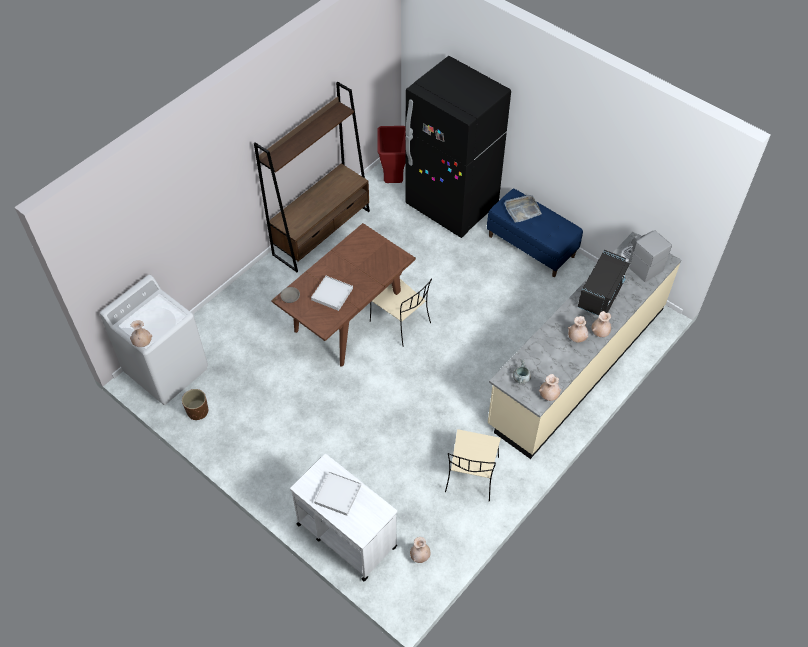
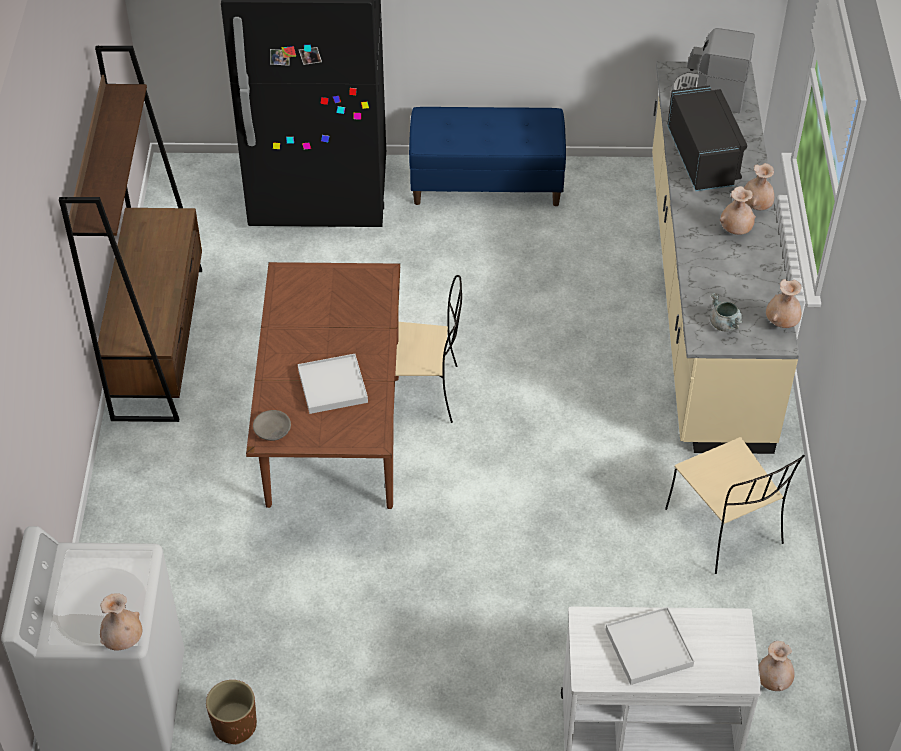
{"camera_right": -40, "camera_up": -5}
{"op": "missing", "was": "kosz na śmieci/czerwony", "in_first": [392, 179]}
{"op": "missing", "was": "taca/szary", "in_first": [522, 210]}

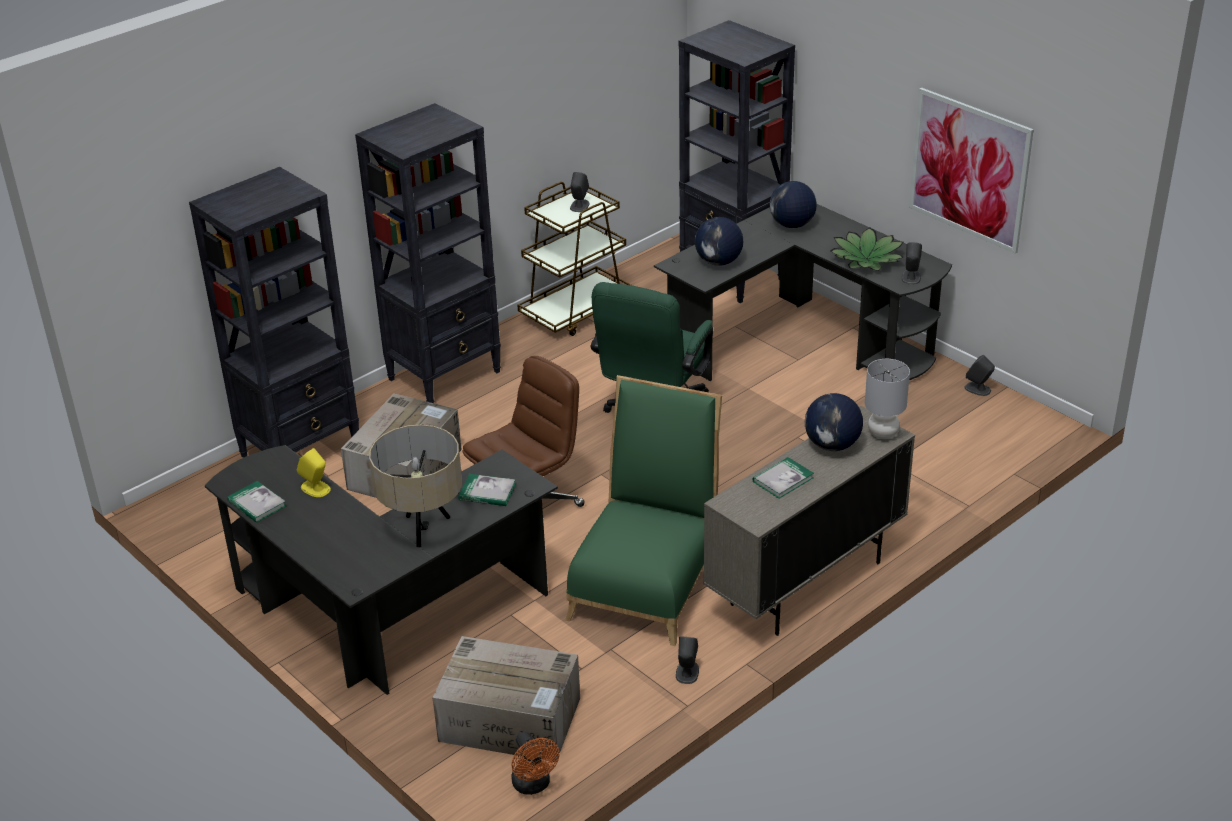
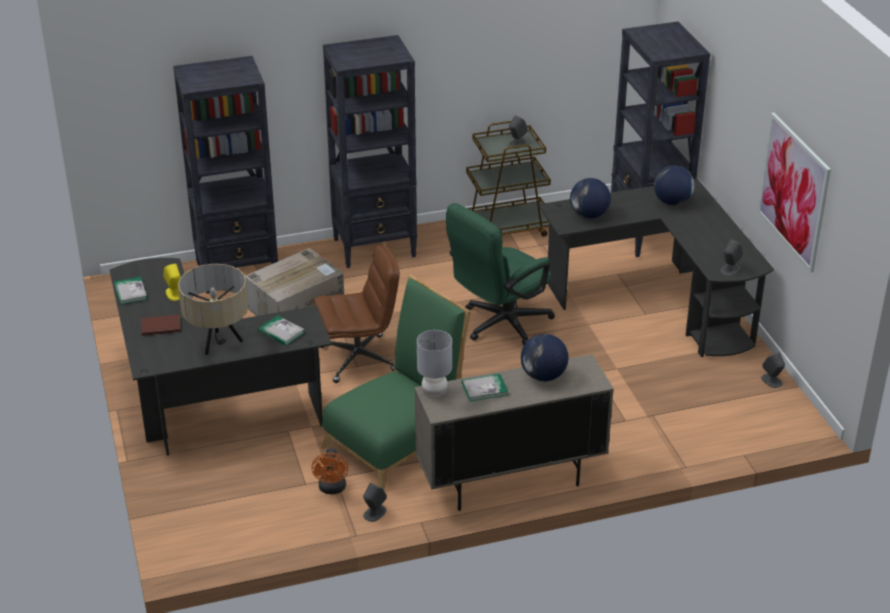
{"camera_right": 25, "camera_up": 0}
{"op": "appeared", "now": "książka/brązowy", "in_second": [160, 326]}
{"op": "relocated", "was": "wentylator/pomarańczowy", "in_first": [534, 785], "in_second": [332, 489]}
{"op": "relocated", "was": "lampa stołowa/szary", "in_first": [883, 434], "in_second": [435, 392]}
{"op": "missing", "was": "karton", "in_first": [512, 719]}
{"op": "missing", "was": "roślina doniczkowa", "in_first": [867, 259]}

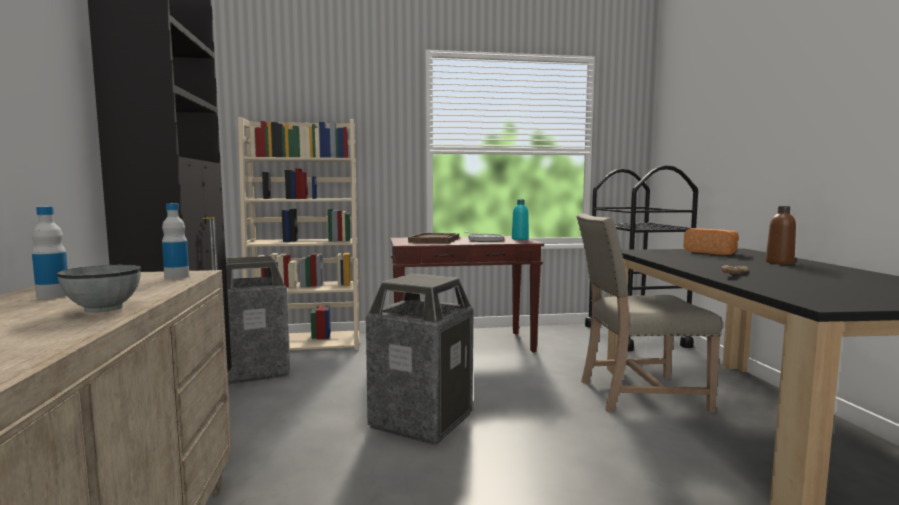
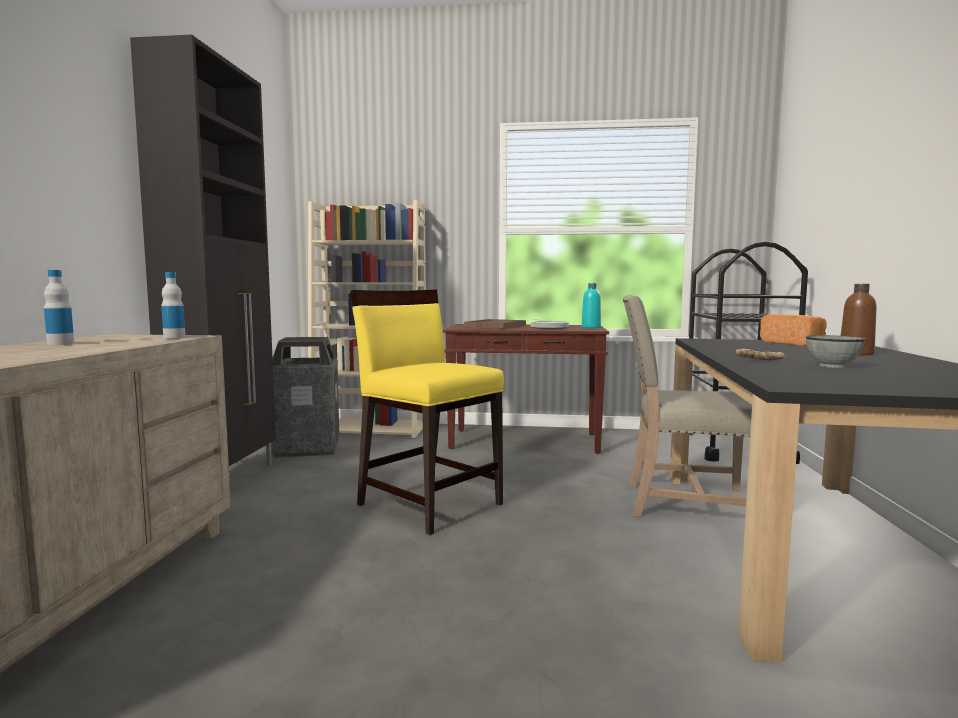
{"camera_right": 15, "camera_up": 0}
{"op": "exchanged", "was": "kosz na śmieci", "now": "krzesło/żółty", "in_first": [421, 420], "in_second": [429, 503]}
{"op": "relocated", "was": "miska/szary", "in_first": [103, 309], "in_second": [833, 366]}

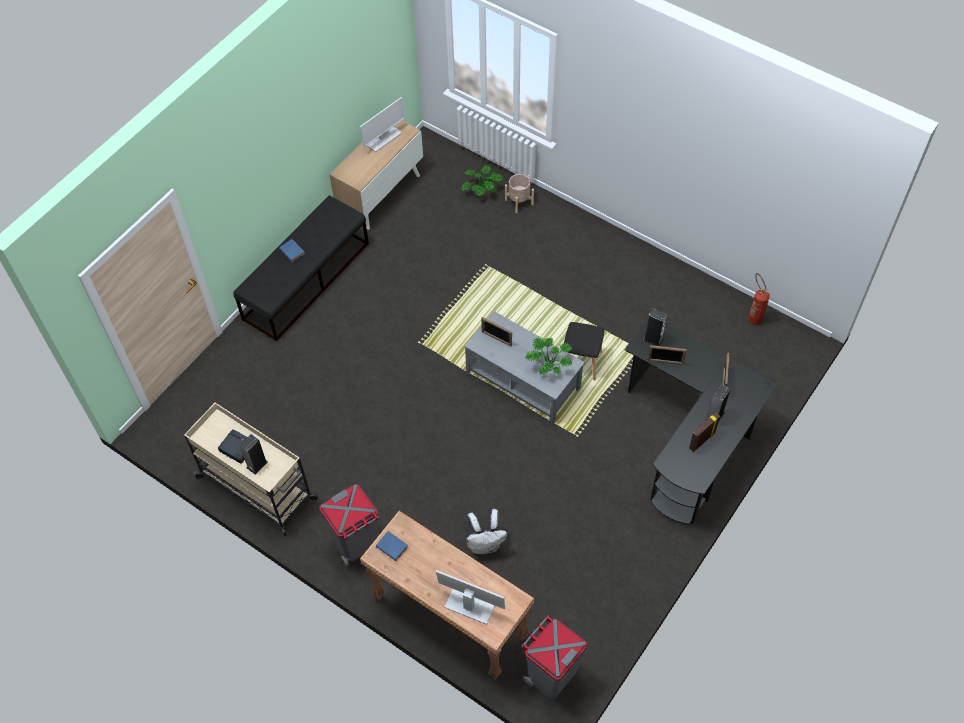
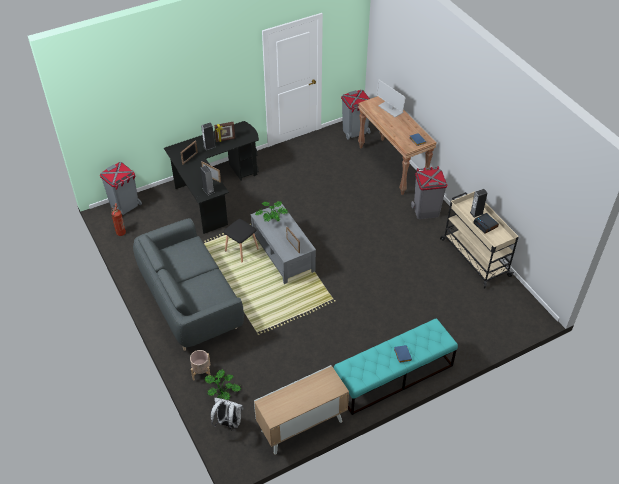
{"camera_right": -155, "camera_up": -10}
{"op": "appeared", "now": "kosz na śmieci/szary", "in_second": [125, 207]}
{"op": "appeared", "now": "kanapa/szary", "in_second": [190, 301]}
{"op": "relocated", "was": "plecak/biały", "in_first": [485, 544], "in_second": [228, 423]}
{"op": "colour", "was": "ławka/czarny", "now": "ławka/turkusowy", "in_first": [306, 280], "in_second": [393, 376]}
{"op": "missing", "was": "monitor", "in_first": [382, 138]}

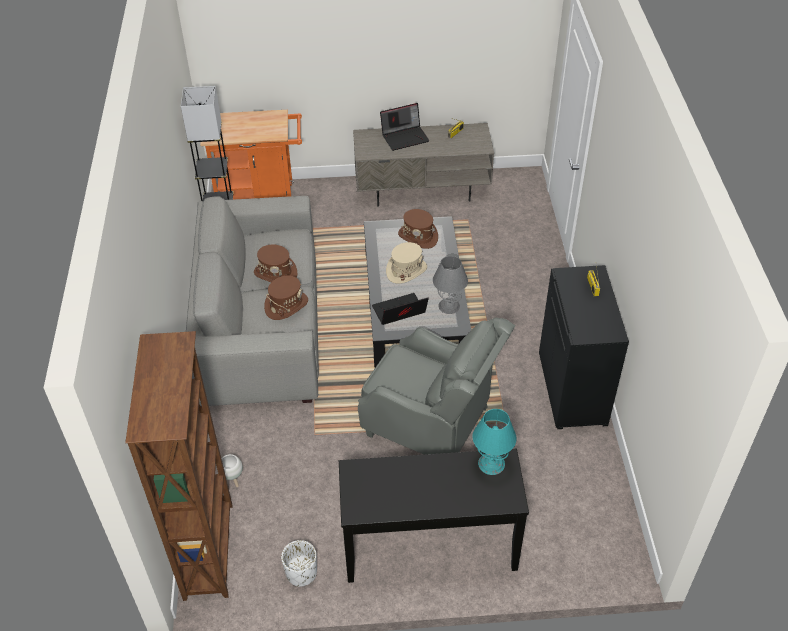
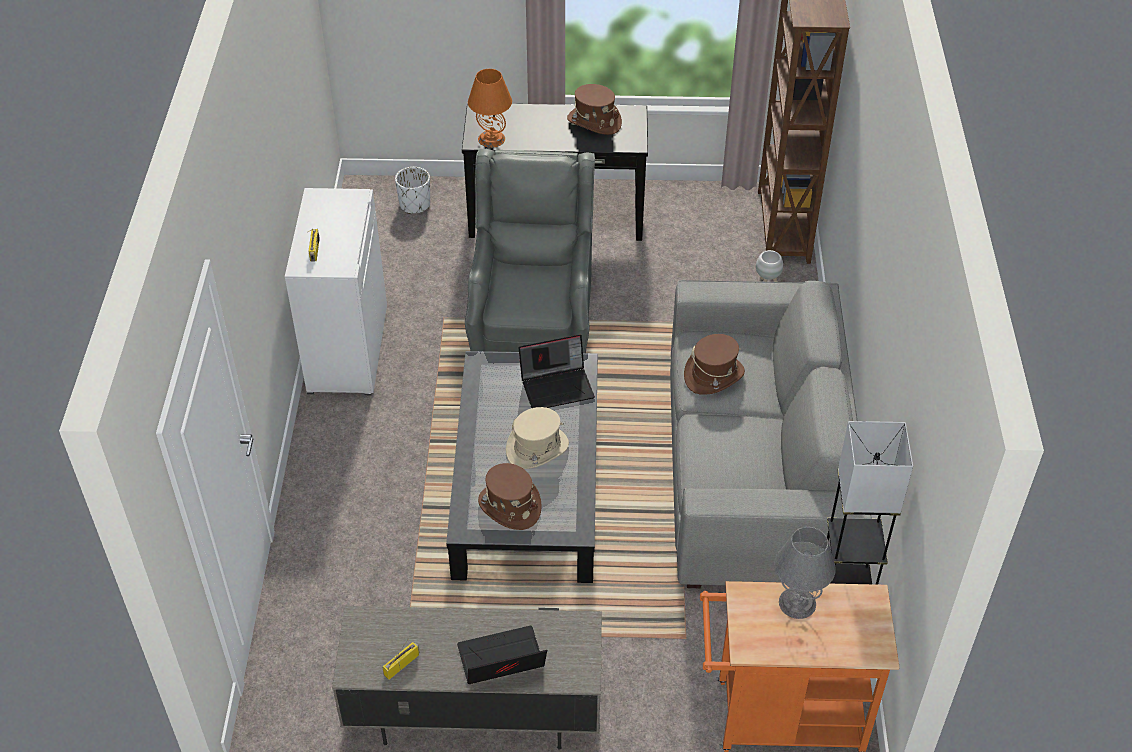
{"camera_right": -175, "camera_up": 0}
{"op": "colour", "was": "szafka/czarny", "now": "szafka/biały", "in_first": [573, 389], "in_second": [346, 348]}
{"op": "relocated", "was": "donica/biały", "in_first": [301, 573], "in_second": [415, 204]}
{"op": "spun", "was": "fotel/szary", "in_first": [431, 423], "in_second": [533, 324], "clockwise": 60}
{"op": "colour", "was": "lampa stołowa/turkusowy", "now": "lampa stołowa/pomarańczowy", "in_first": [491, 463], "in_second": [491, 139]}
{"op": "relocated", "was": "kapelusz/brązowy", "in_first": [275, 273], "in_second": [594, 122]}
{"op": "relocated", "was": "lampa stołowa/szary", "in_first": [449, 306], "in_second": [796, 603]}

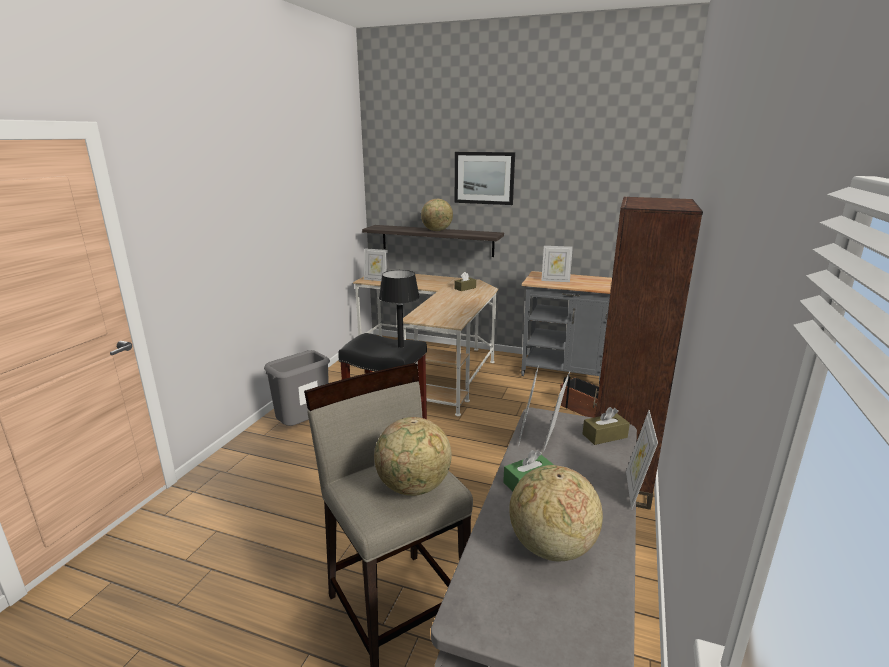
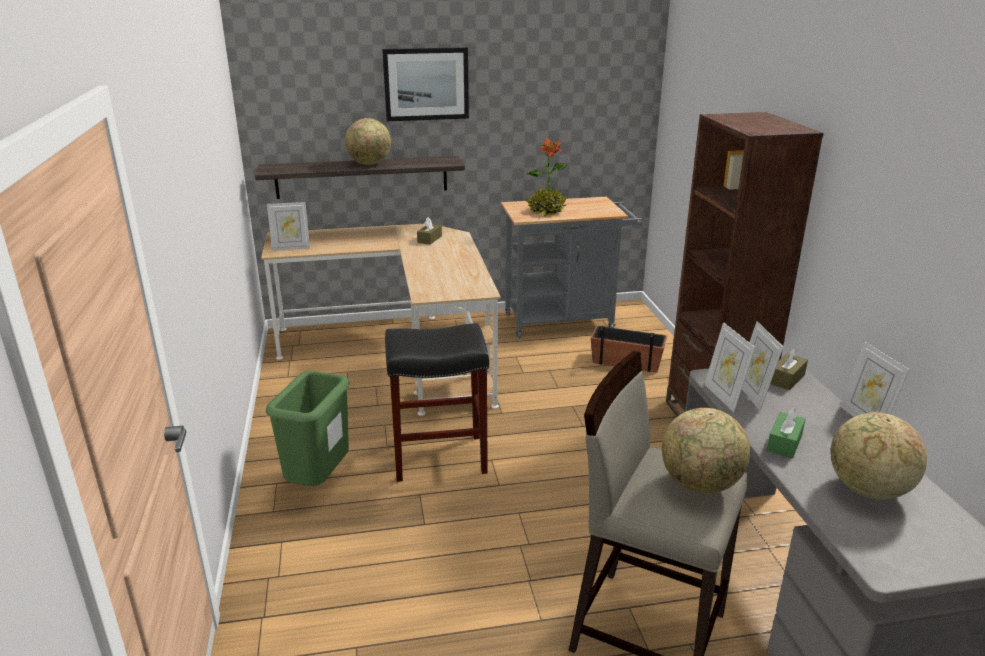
{"camera_right": -30, "camera_up": 5}
{"op": "colour", "was": "kosz na śmieci/szary", "now": "kosz na śmieci/zielony", "in_first": [304, 426], "in_second": [318, 481]}
{"op": "exchanged", "was": "ramka na zdjęcie", "now": "roślina doniczkowa", "in_first": [555, 280], "in_second": [546, 211]}
{"op": "missing", "was": "lampa stołowa/czarny", "in_first": [400, 346]}

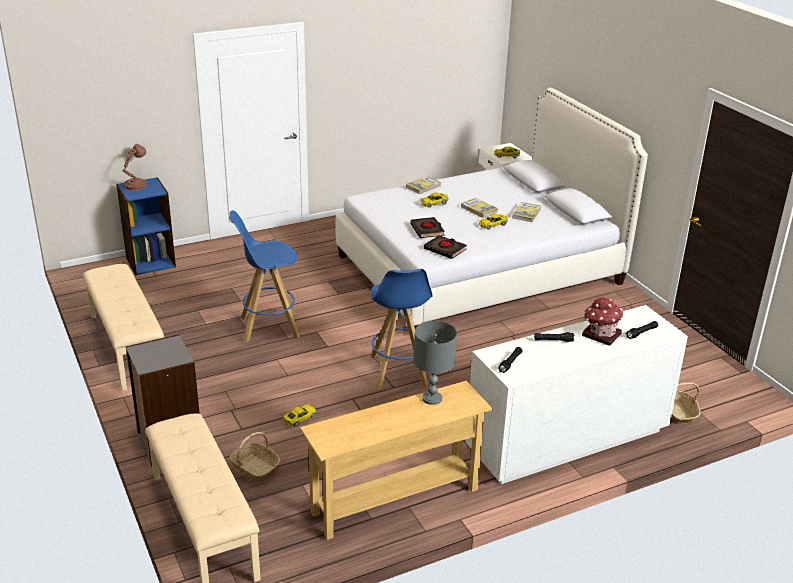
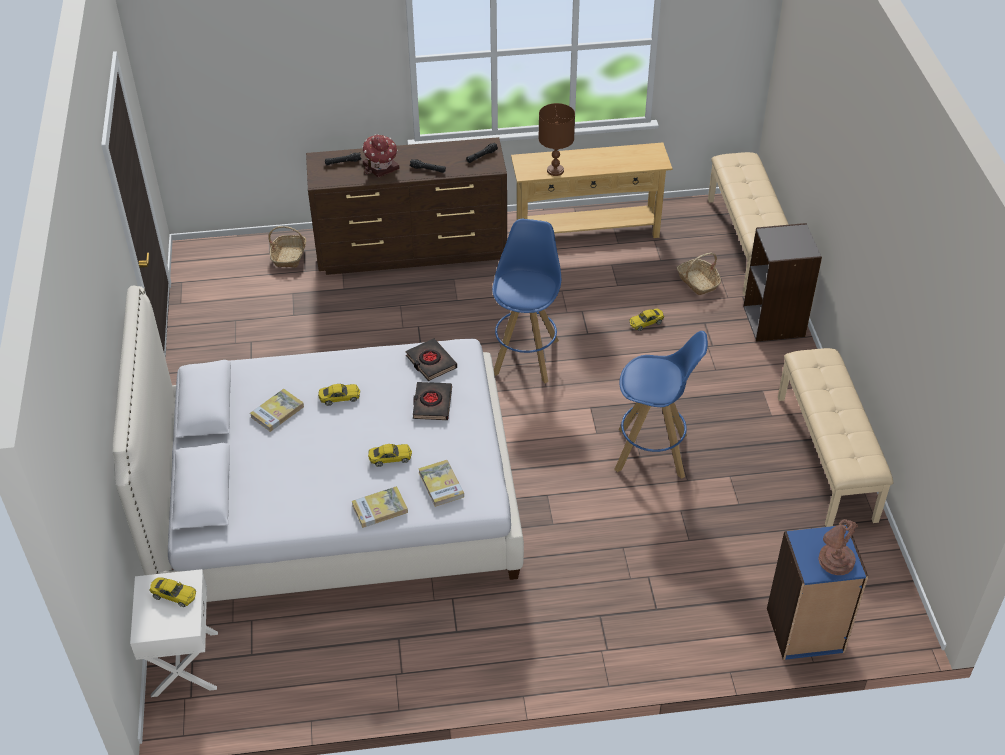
{"camera_right": -160, "camera_up": 15}
{"op": "colour", "was": "komoda/biały", "now": "komoda/brązowy", "in_first": [566, 441], "in_second": [412, 251]}
{"op": "relocated", "was": "książka", "in_first": [479, 209], "in_second": [441, 484]}
{"op": "colour", "was": "lampa stołowa/szary", "now": "lampa stołowa/brązowy", "in_first": [432, 399], "in_second": [555, 170]}

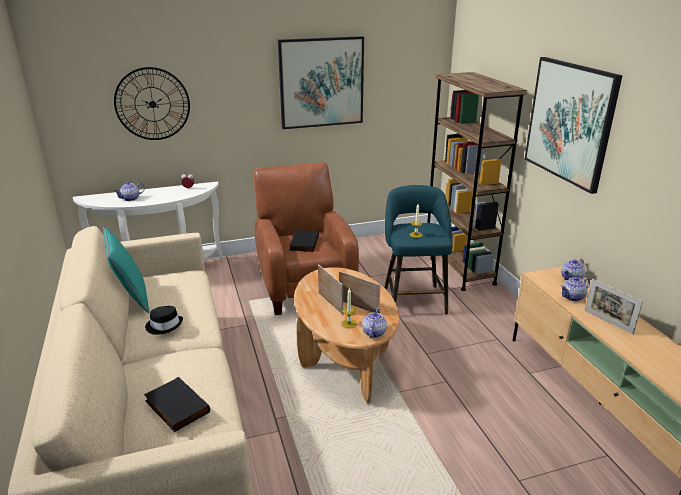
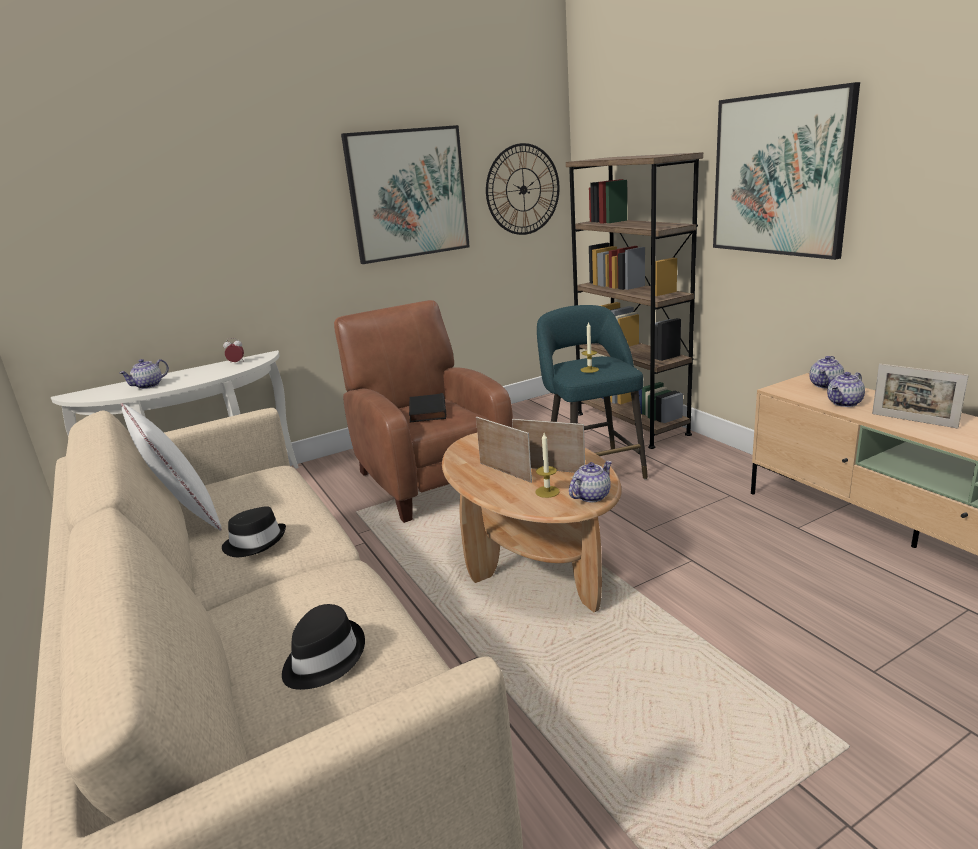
{"camera_right": -10, "camera_up": -5}
{"op": "colour", "was": "poduszka/turkusowy", "now": "poduszka/biały", "in_first": [132, 299], "in_second": [185, 517]}
{"op": "exchanged", "was": "książka/czarny", "now": "kapelusz/czarny", "in_first": [175, 407], "in_second": [323, 658]}
{"op": "relocated", "was": "zegar ścienny", "in_first": [152, 104], "in_second": [523, 189]}
{"op": "spun", "was": "imbryk", "in_first": [374, 332], "in_second": [591, 496], "clockwise": 45}

